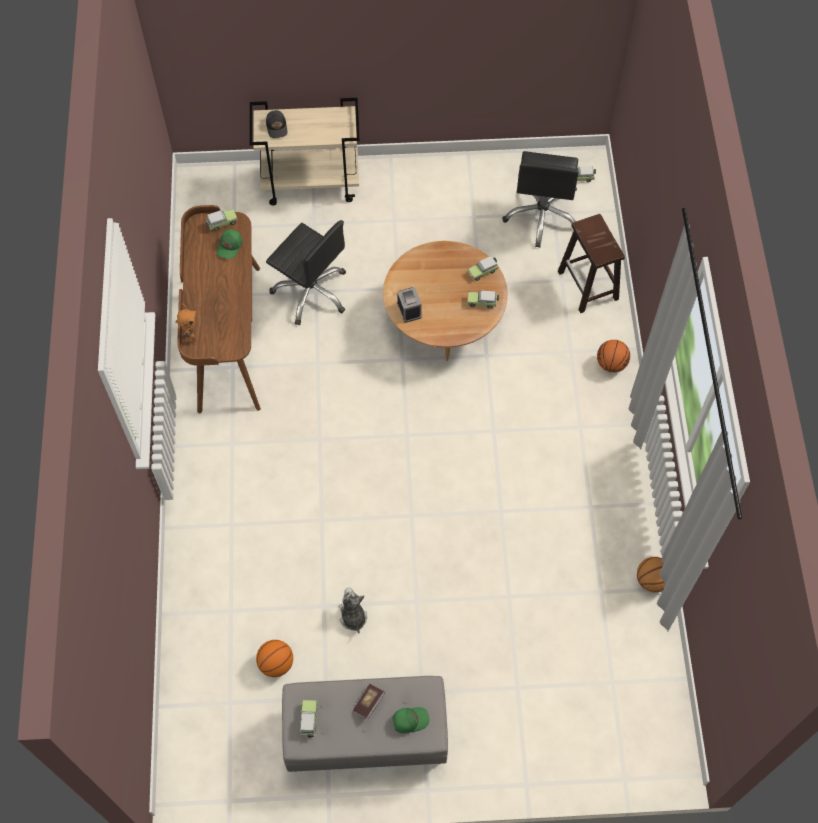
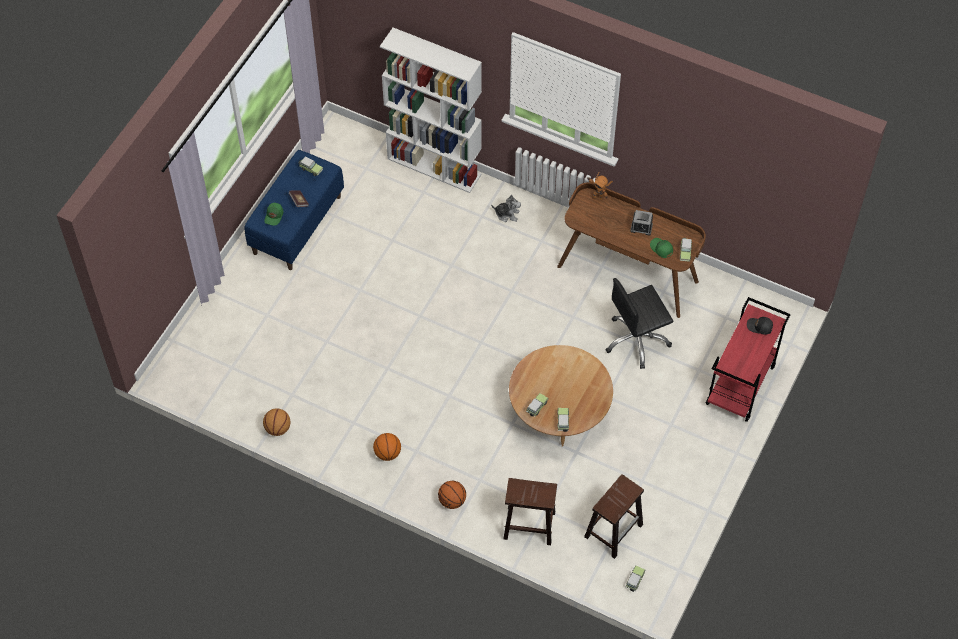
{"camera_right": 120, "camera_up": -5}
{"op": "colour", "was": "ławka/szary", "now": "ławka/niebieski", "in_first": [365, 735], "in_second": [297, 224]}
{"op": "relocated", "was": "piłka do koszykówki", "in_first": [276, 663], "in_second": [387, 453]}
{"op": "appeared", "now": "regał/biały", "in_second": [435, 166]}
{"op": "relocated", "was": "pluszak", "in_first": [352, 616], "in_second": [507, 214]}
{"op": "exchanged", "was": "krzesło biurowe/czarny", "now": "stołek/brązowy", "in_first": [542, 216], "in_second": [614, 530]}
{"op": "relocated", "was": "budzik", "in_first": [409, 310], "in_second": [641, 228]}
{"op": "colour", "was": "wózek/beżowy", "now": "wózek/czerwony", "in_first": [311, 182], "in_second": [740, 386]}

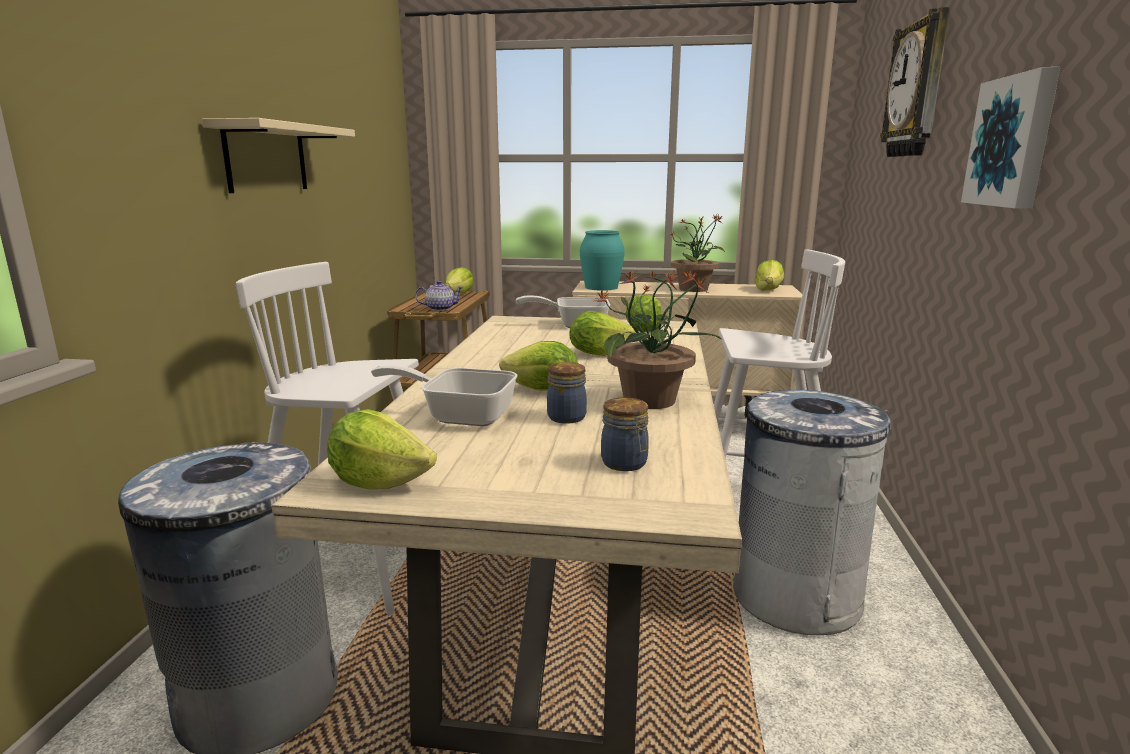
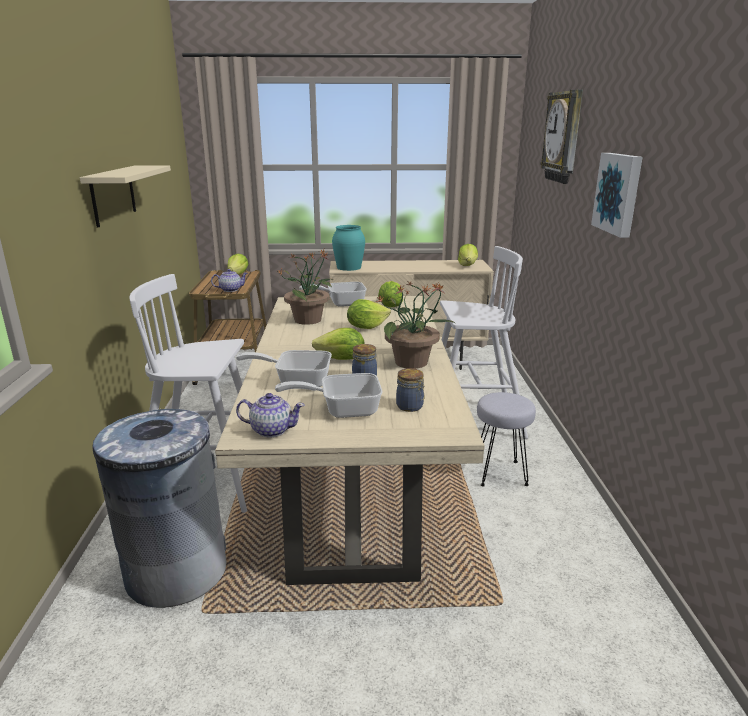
{"camera_right": -10, "camera_up": 5}
{"op": "exchanged", "was": "sałata", "now": "imbryk", "in_first": [379, 482], "in_second": [271, 430]}
{"op": "appeared", "now": "patelnia", "in_second": [342, 409]}
{"op": "relocated", "was": "roślina doniczkowa", "in_first": [694, 289], "in_second": [308, 320]}
{"op": "exchanged", "was": "kosz na śmieci/szary", "now": "stołek/szary", "in_first": [796, 595], "in_second": [499, 474]}

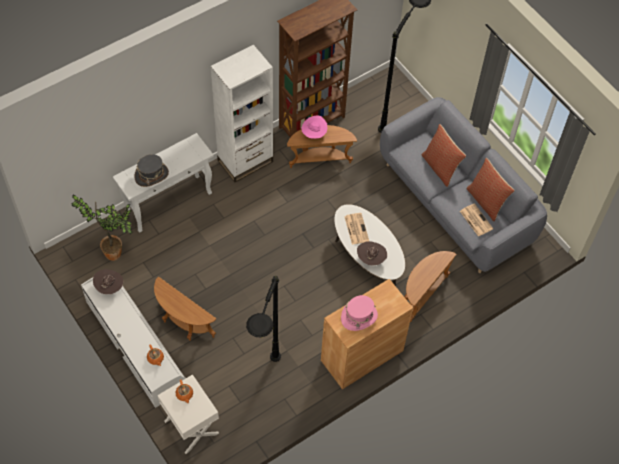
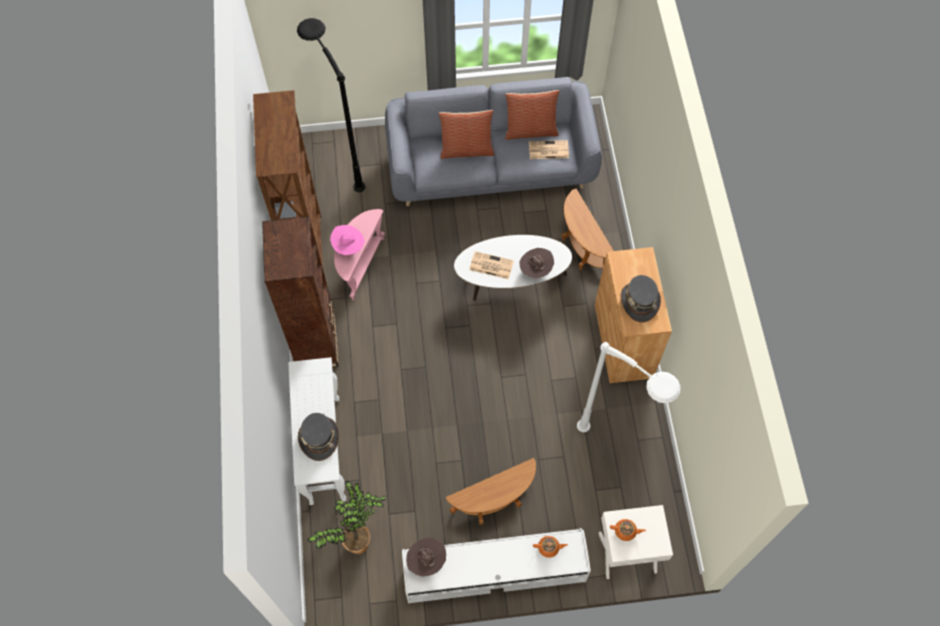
{"camera_right": -60, "camera_up": 5}
{"op": "colour", "was": "regał/biały", "now": "regał/brązowy", "in_first": [245, 161], "in_second": [316, 342]}
{"op": "colour", "was": "stolik/brązowy", "now": "stolik/różowy", "in_first": [319, 159], "in_second": [360, 265]}
{"op": "colour", "was": "lampa stojąca/czarny", "now": "lampa stojąca/biały", "in_first": [265, 388], "in_second": [616, 453]}
{"op": "colour", "was": "kapelusz/różowy", "now": "kapelusz/szary", "in_first": [359, 317], "in_second": [639, 302]}

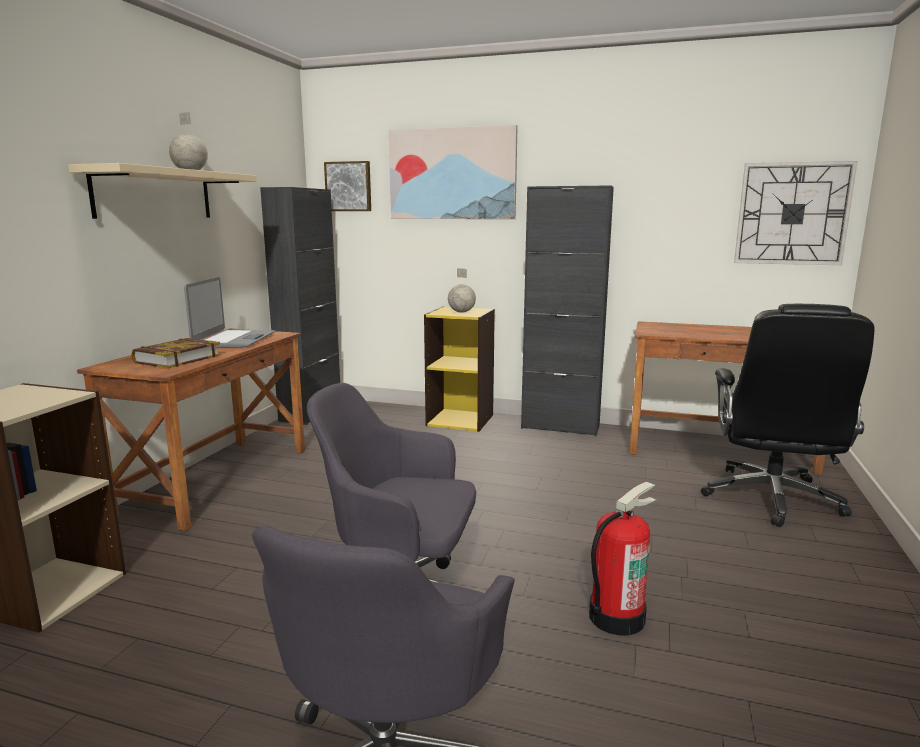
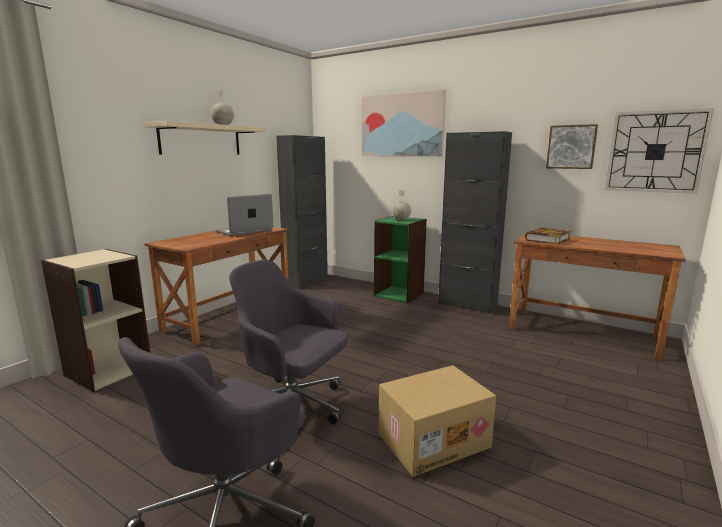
{"camera_right": 15, "camera_up": 0}
{"op": "spun", "was": "laptop", "in_first": [234, 340], "in_second": [244, 231], "clockwise": -150}
{"op": "colour", "was": "regał/żółty", "now": "regał/zielony", "in_first": [460, 420], "in_second": [399, 294]}
{"op": "exchanged", "was": "gaśnica", "now": "karton", "in_first": [616, 616], "in_second": [433, 439]}
{"op": "relocated", "was": "książka", "in_first": [177, 359], "in_second": [547, 239]}
{"op": "relocated", "was": "obraz", "in_first": [349, 186], "in_second": [571, 147]}
{"op": "missing", "was": "krzesło biurowe/czarny", "in_first": [771, 498]}

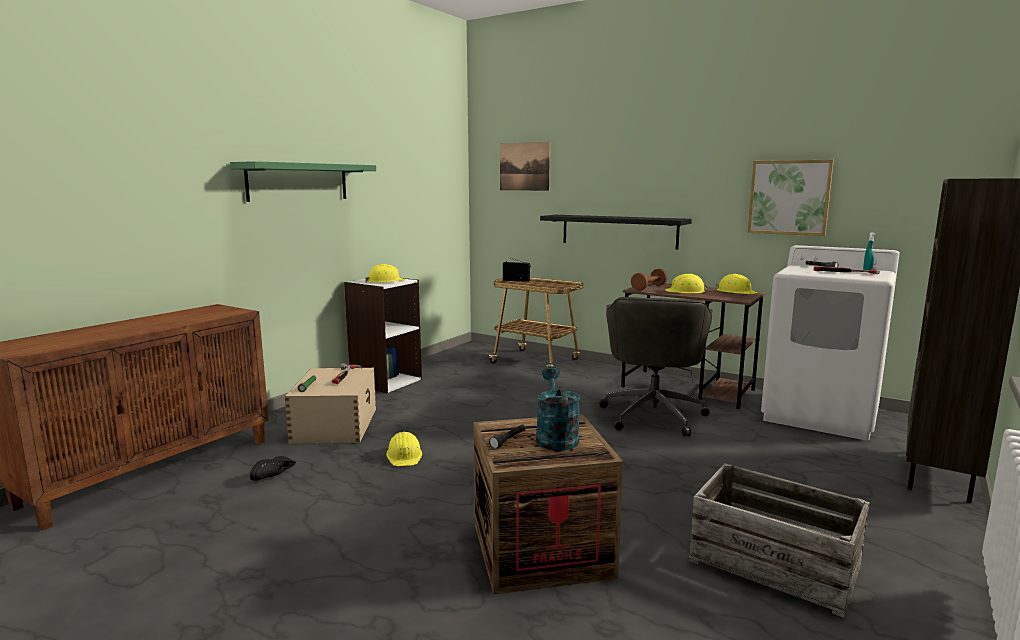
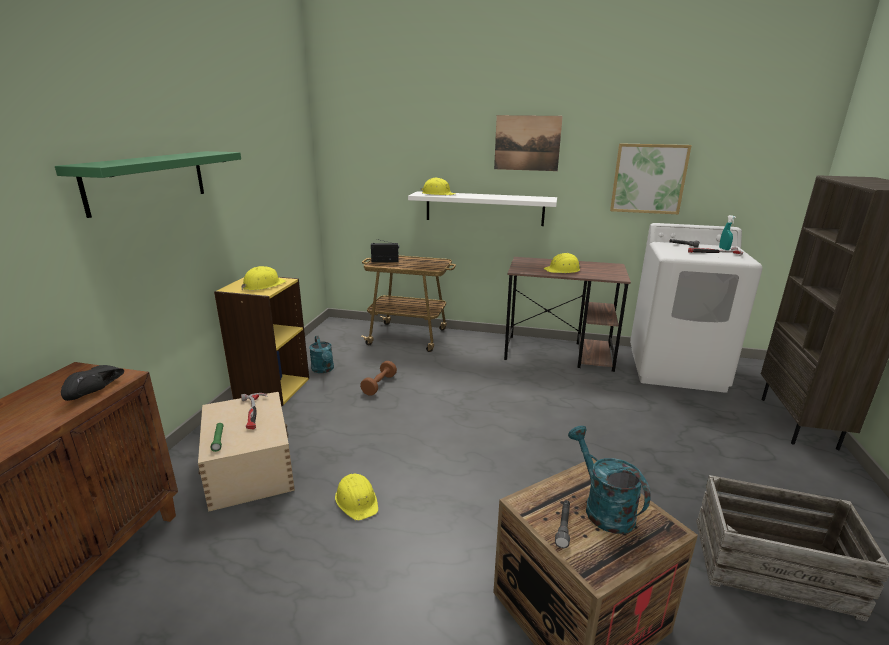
{"camera_right": -20, "camera_up": 10}
{"op": "relocated", "was": "but/czarny", "in_first": [274, 476], "in_second": [98, 391]}
{"op": "colour", "was": "regał/biały", "now": "regał/żółty", "in_first": [385, 381], "in_second": [271, 388]}
{"op": "appeared", "now": "konewka/turkusowy", "in_second": [324, 370]}
{"op": "relocated", "was": "hantel/brązowy", "in_first": [649, 287], "in_second": [379, 385]}
{"op": "colour", "was": "półka/czarny", "now": "półka/biały", "in_first": [618, 231], "in_second": [484, 208]}
{"op": "relocated", "was": "kask/żółty", "in_first": [736, 292], "in_second": [438, 194]}
{"op": "relocated", "was": "obraz", "in_first": [524, 166], "in_second": [527, 143]}
{"op": "missing", "was": "krzesło biurowe/szary", "in_first": [653, 415]}

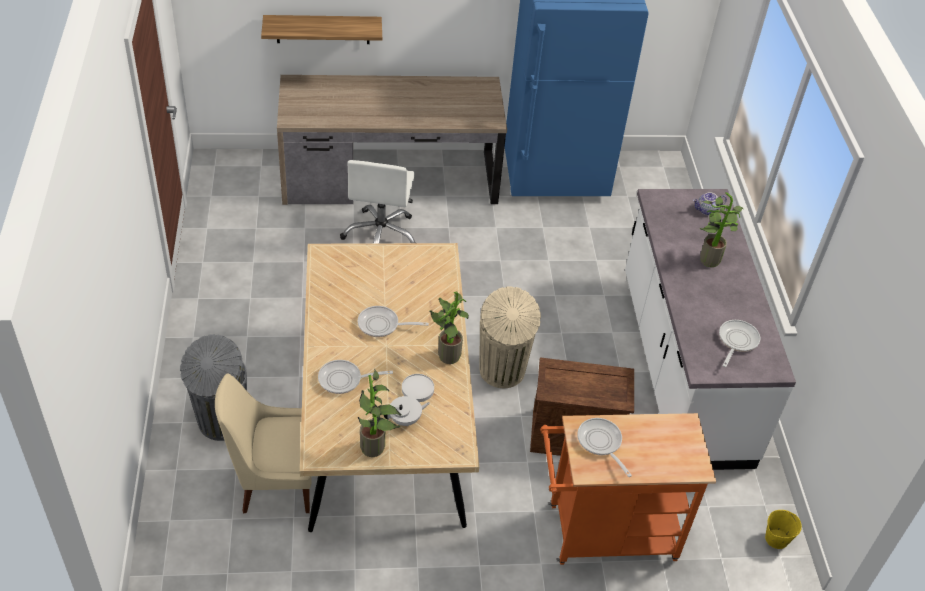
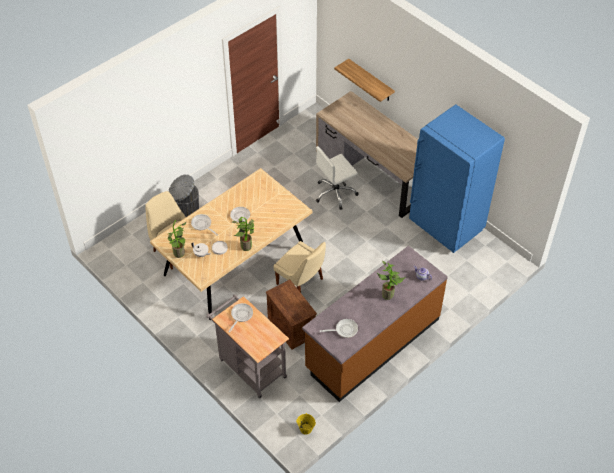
{"camera_right": 55, "camera_up": 5}
{"op": "colour", "was": "wózek/pomarańczowy", "now": "wózek/szary", "in_first": [603, 534], "in_second": [249, 366]}
{"op": "exchanged", "was": "kosz na śmieci/beżowy", "now": "krzesło/beżowy", "in_first": [502, 372], "in_second": [301, 282]}
{"op": "colour", "was": "zabudowa kuchenna/biały", "now": "zabudowa kuchenna/brązowy", "in_first": [682, 367], "in_second": [372, 343]}

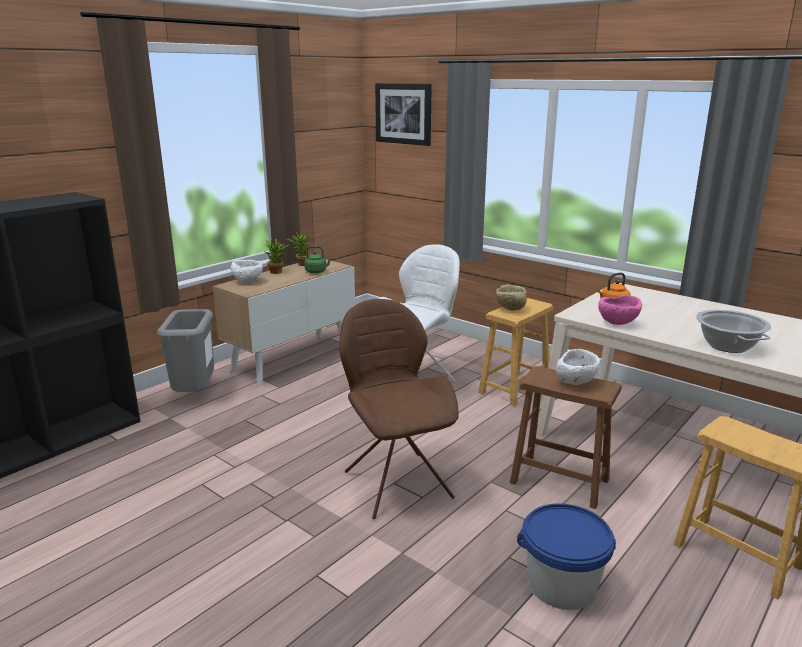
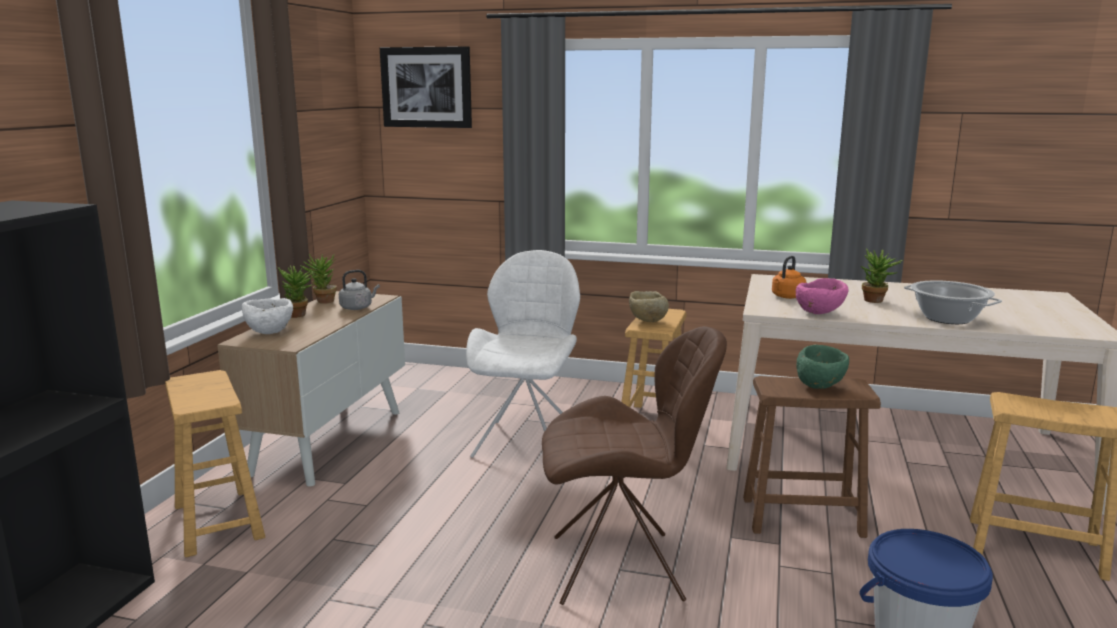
{"camera_right": -25, "camera_up": -5}
{"op": "exchanged", "was": "kosz na śmieci/szary", "now": "stołek/brązowy", "in_first": [195, 395], "in_second": [219, 521]}
{"op": "colour", "was": "czajnik/zielony", "now": "czajnik/szary", "in_first": [317, 271], "in_second": [358, 307]}
{"op": "spun", "was": "krzesło/brązowy", "in_first": [396, 482], "in_second": [622, 568], "clockwise": 135}
{"op": "colour", "was": "miska/biały", "now": "miska/zielony", "in_first": [576, 383], "in_second": [821, 386]}
{"op": "appeared", "now": "roślina doniczkowa", "in_second": [876, 301]}

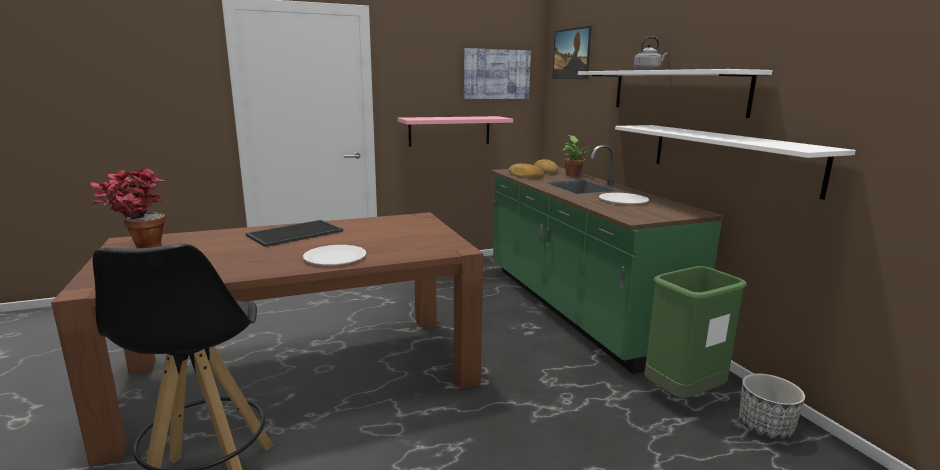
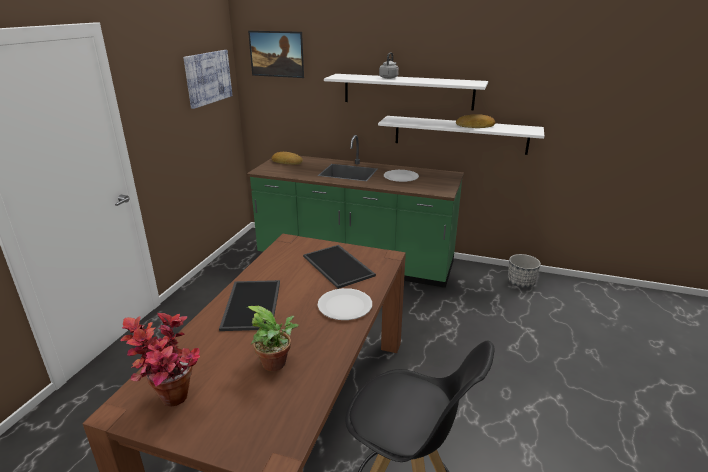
{"camera_right": -50, "camera_up": 10}
{"op": "relocated", "was": "roślina doniczkowa", "in_first": [574, 175], "in_second": [277, 364]}
{"op": "appeared", "now": "taca", "in_second": [339, 266]}
{"op": "relocated", "was": "chleb", "in_first": [525, 176], "in_second": [475, 126]}
{"op": "missing", "was": "półka/różowy", "in_first": [449, 131]}
{"op": "missing", "was": "kosz na śmieci/zielony", "in_first": [683, 394]}

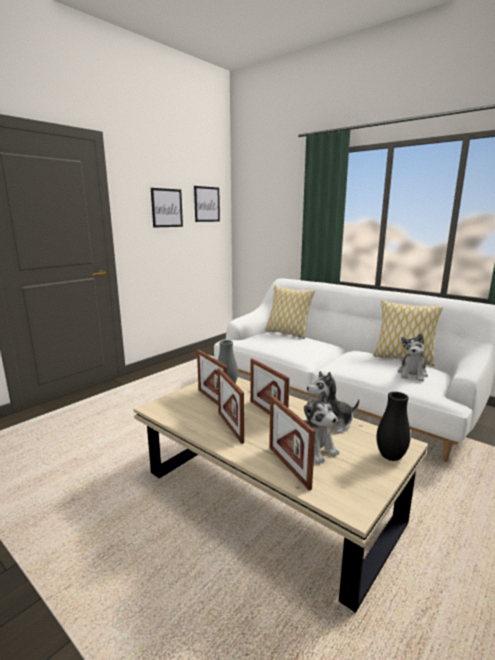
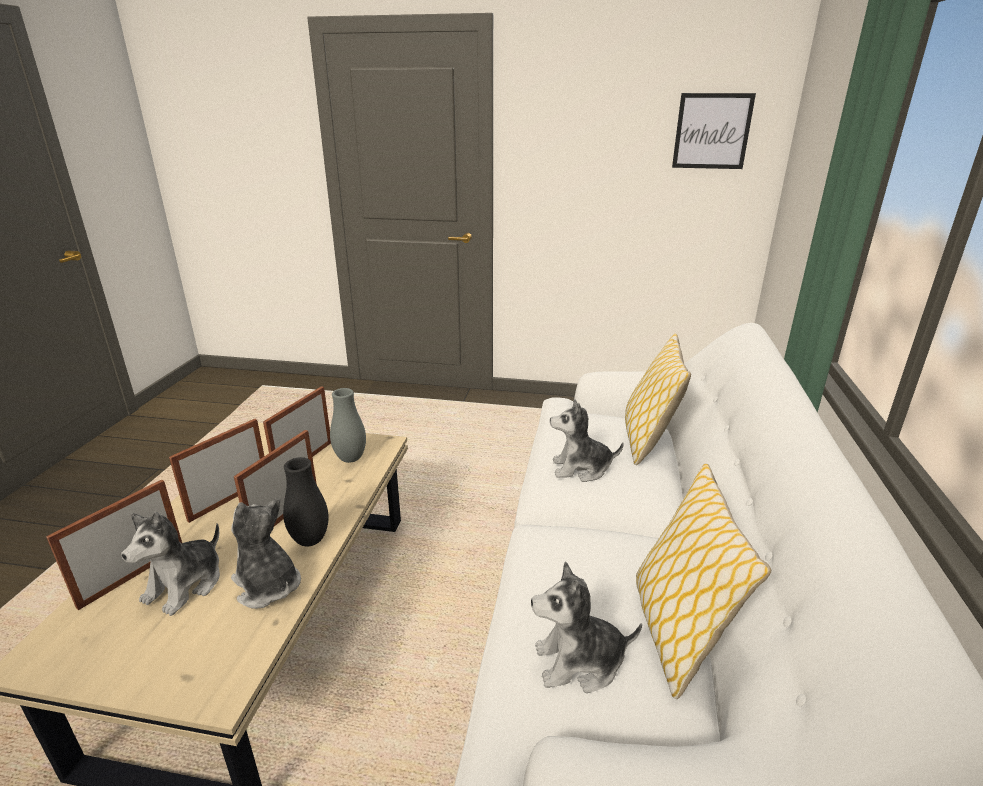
{"camera_right": 60, "camera_up": 10}
{"op": "relocated", "was": "wazon/czarny", "in_first": [390, 457], "in_second": [310, 540]}
{"op": "appeared", "now": "pluszak", "in_second": [581, 469]}
{"op": "missing", "was": "obraz", "in_first": [167, 208]}

